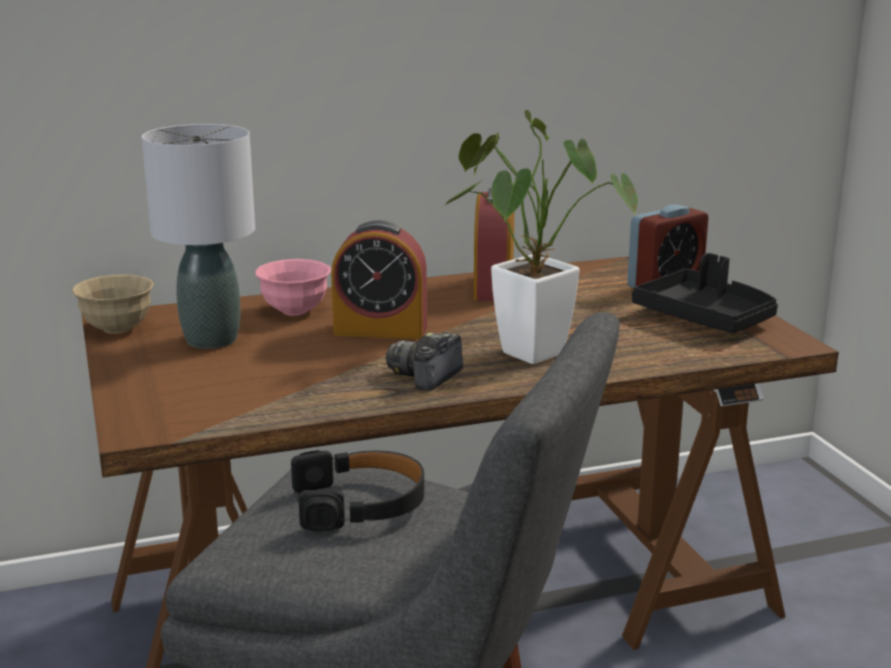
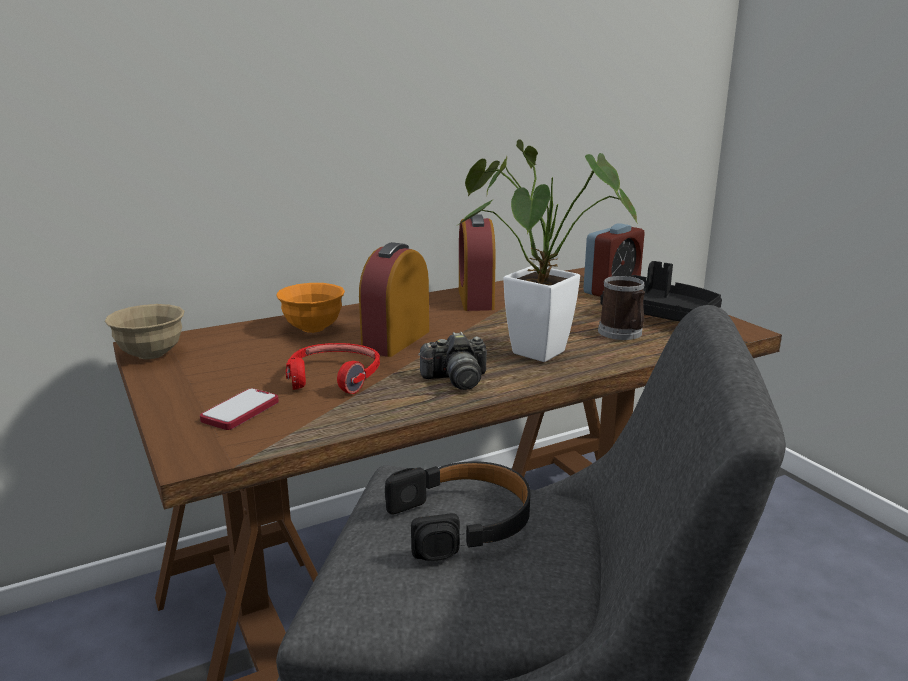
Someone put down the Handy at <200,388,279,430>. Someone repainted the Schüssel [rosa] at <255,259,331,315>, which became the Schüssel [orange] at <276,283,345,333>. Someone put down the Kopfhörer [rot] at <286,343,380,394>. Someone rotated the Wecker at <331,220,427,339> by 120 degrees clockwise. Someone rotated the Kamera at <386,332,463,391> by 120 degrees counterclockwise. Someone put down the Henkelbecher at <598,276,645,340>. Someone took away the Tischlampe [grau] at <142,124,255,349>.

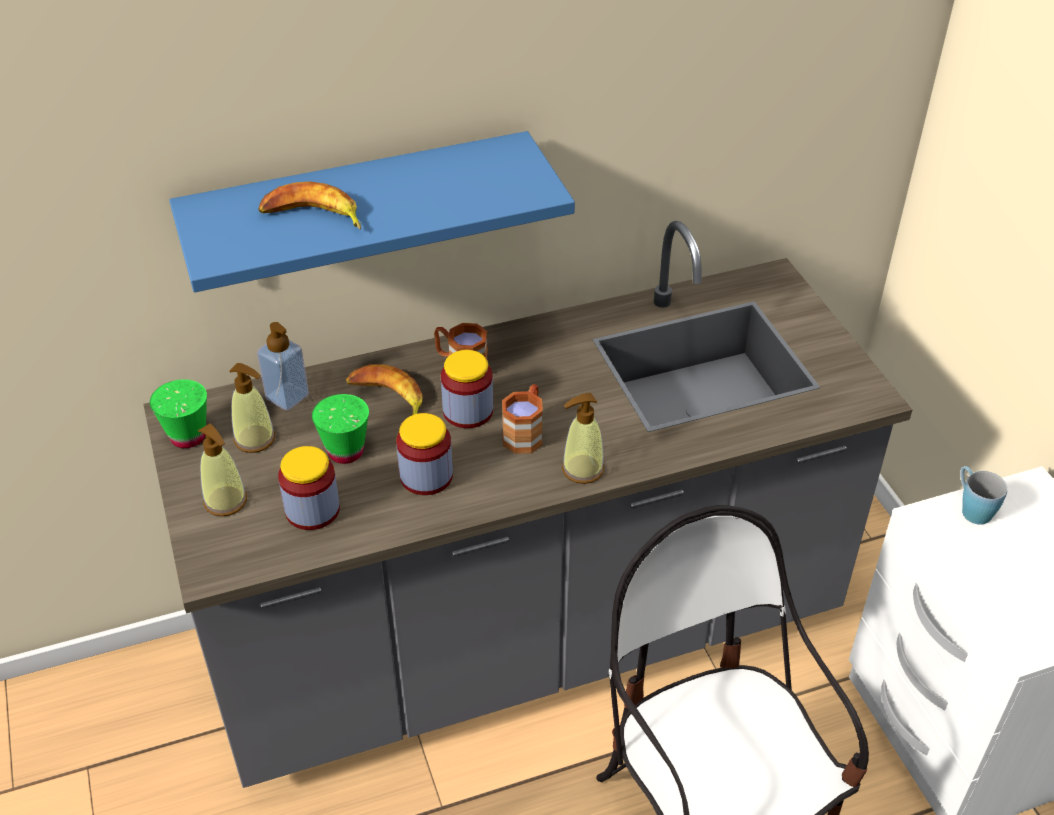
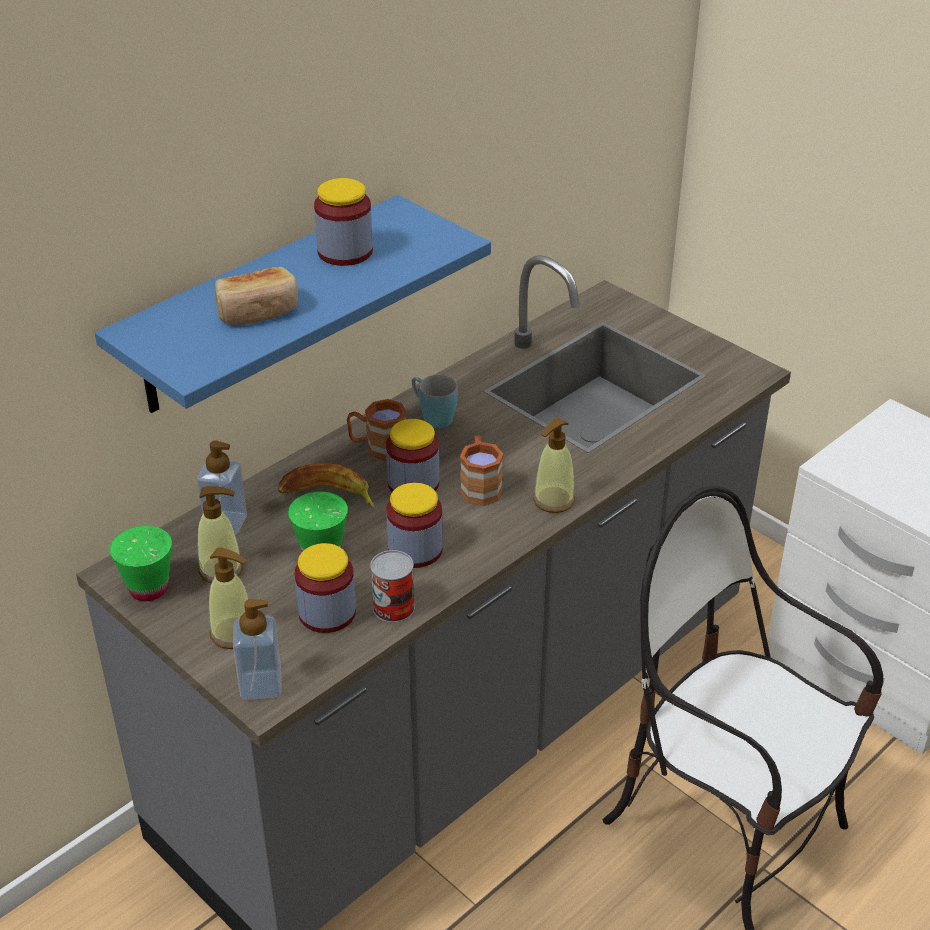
Someone swapped the Banane at <258,182,361,229> for the Brot at <215,267,298,325>. Someone put down the Seifenspender at <233,599,281,700>. Someone put down the Vorratsglas at <314,178,373,266>. Someone put down the Dose at <370,550,415,623>. Someone carried the Henkelbecher [blau] from <960,466,1008,525> to <412,375,458,428>.

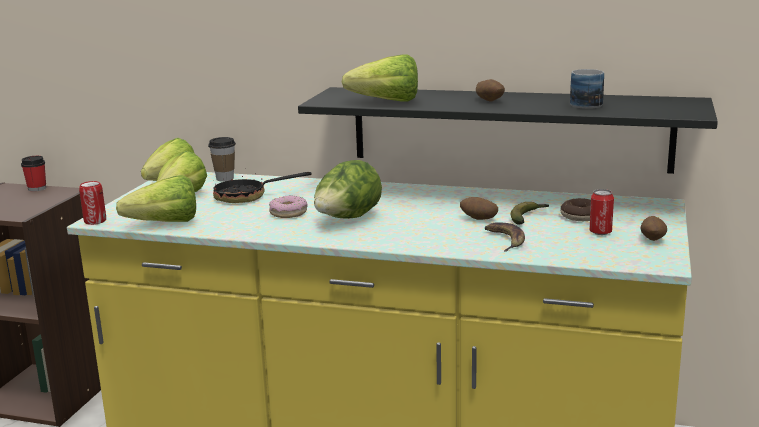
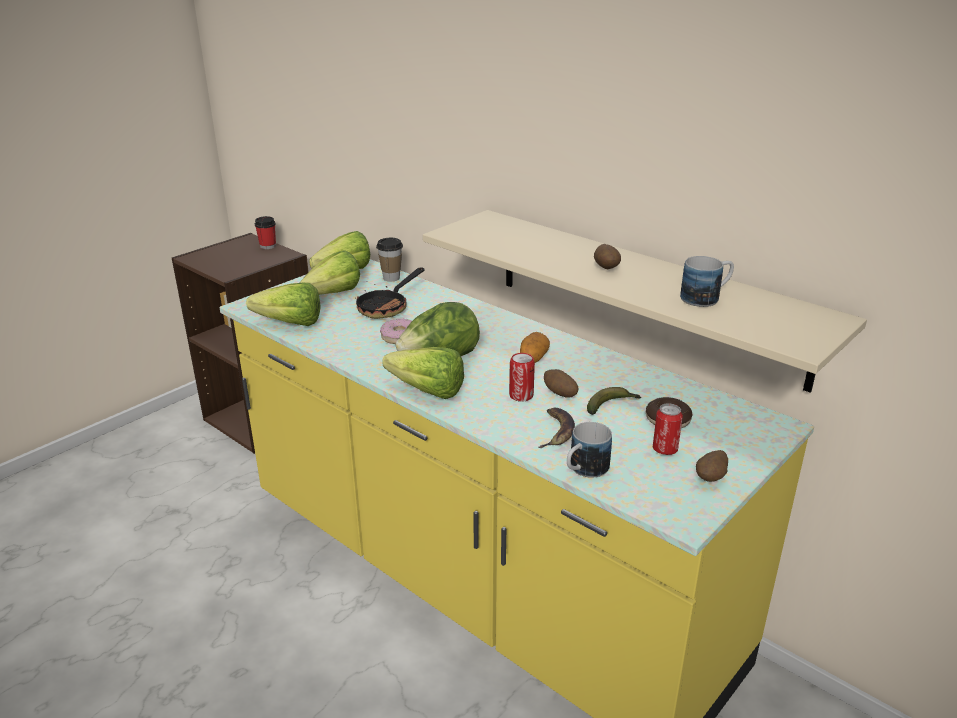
Someone rotated the Pfanne at <213,172,312,203> by 75 degrees counterclockwise. Someone carried the Salatkopf from <342,55,418,102> to <382,347,464,399>. Someone repainted the Wandregal [schwarz] at <298,87,718,174>, which became the Wandregal [beige] at <423,210,867,393>. Someone carried the Dose from <79,181,106,225> to <509,353,535,402>. Someone put down the Kartoffel at <520,332,550,363>. Someone put down the Henkelbecher at <567,422,612,478>.

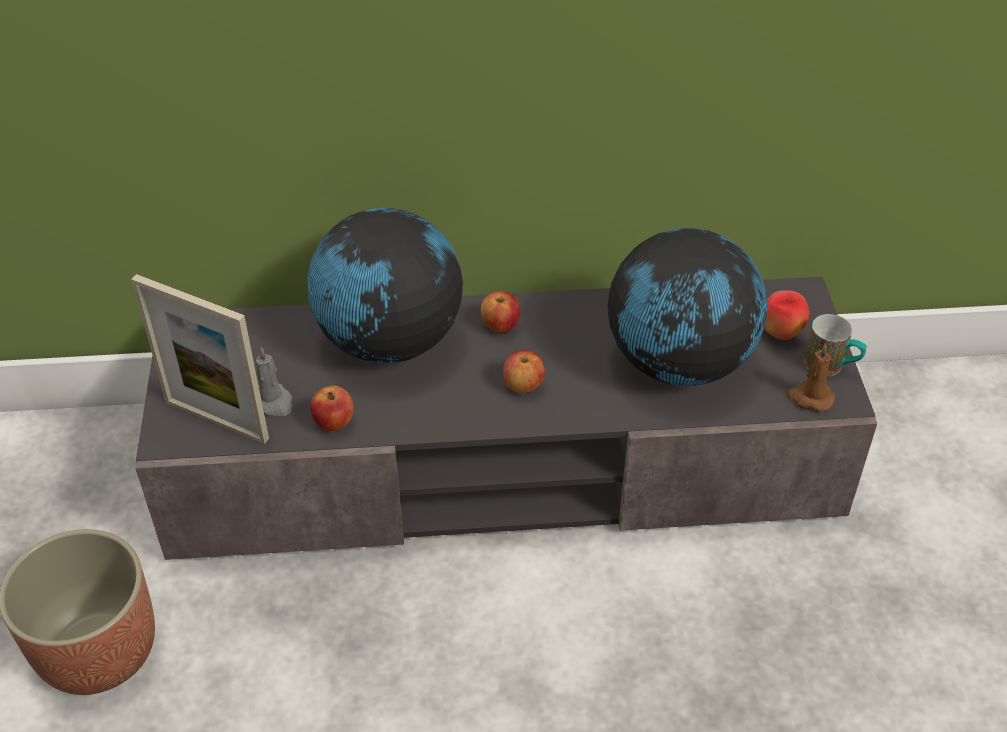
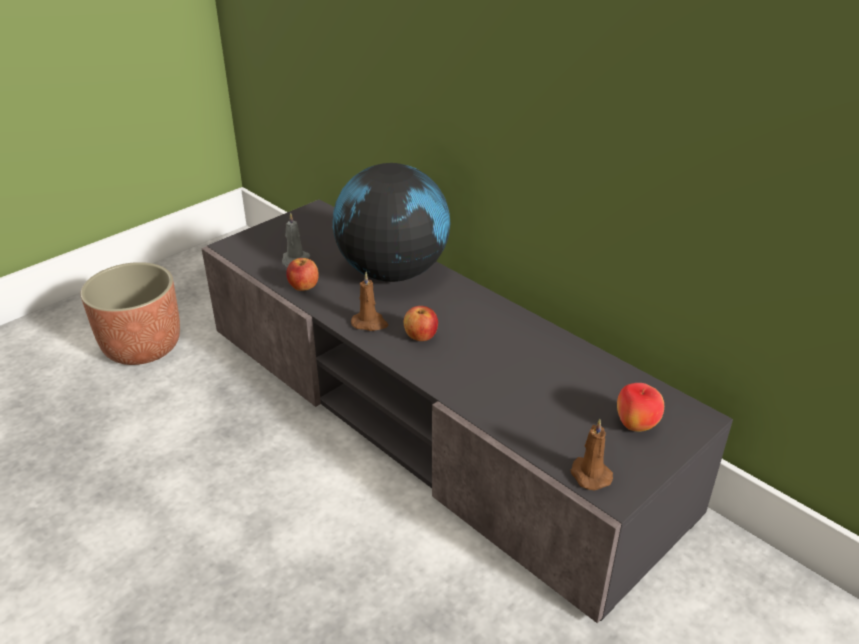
Someone put down the Kerze [braun] at <351,272,388,331>. Someone took away the Bilderrahmen at <131,274,269,444>. Someone took away the Apfel at <481,291,521,333>. Someone took away the Globus at <608,228,767,386>. Someone took away the Henkelbecher at <804,314,867,377>.

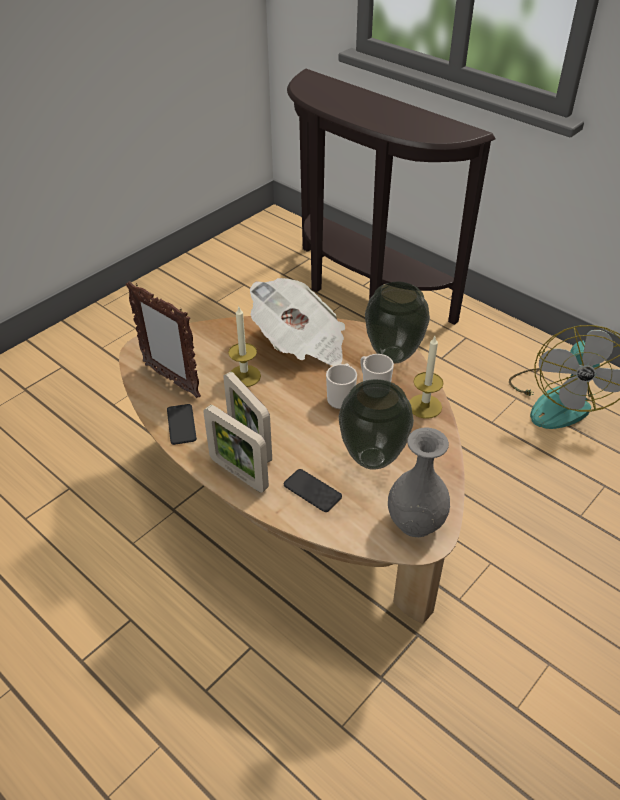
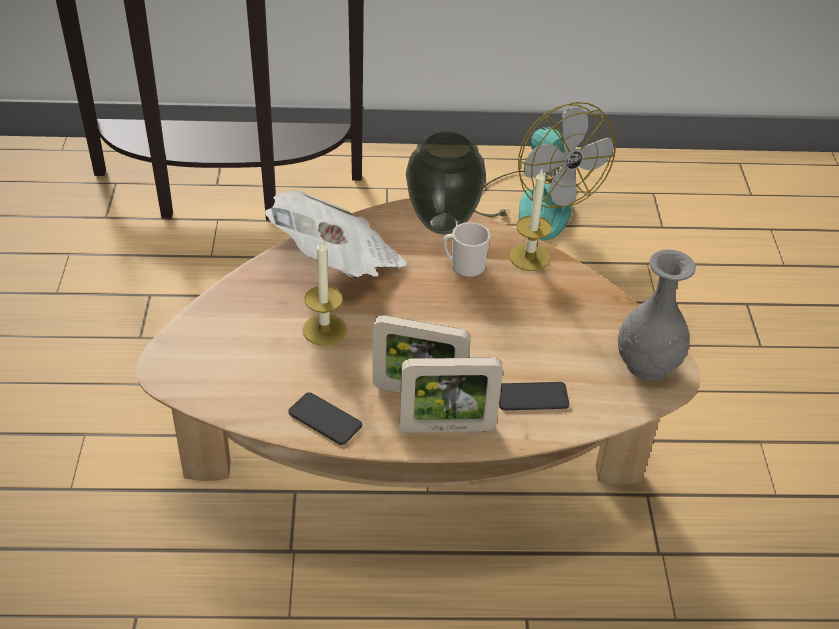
Someone took away the Bilderrahmen at <126,281,201,398>. Someone took away the Henkelbecher at <326,364,357,409>. Someone took away the Vase at <339,379,414,470>.

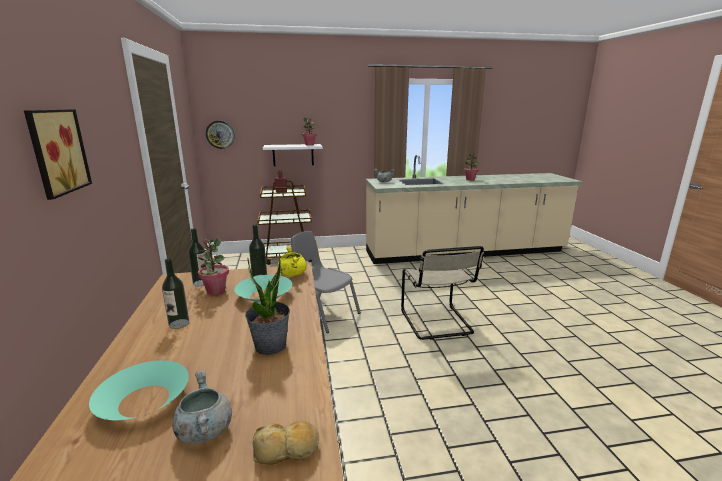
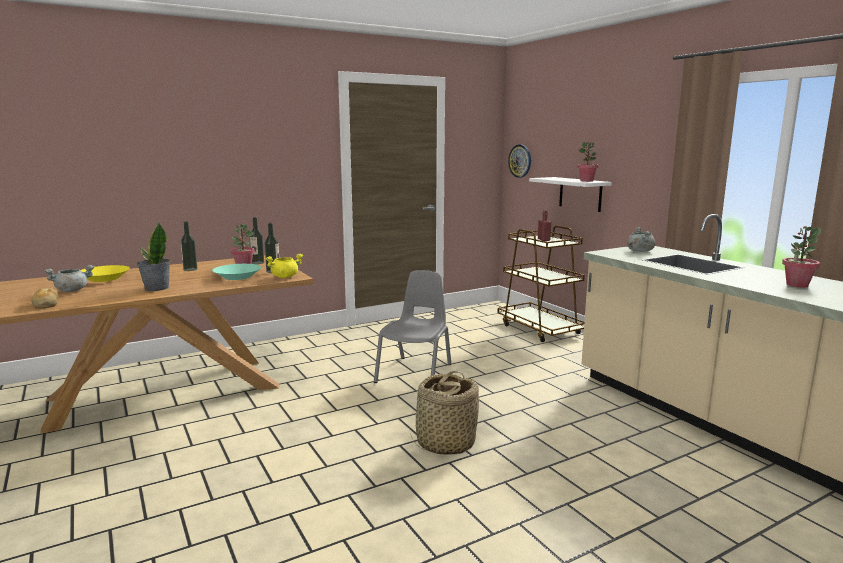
Someone repainted the Schüssel [türkis] at <89,360,189,420>, which became the Schüssel [gelb] at <81,265,130,282>. Someone swapped the Stuhl [beige] at <401,246,484,340> for the Korb at <410,371,479,454>. Someone took away the Bild at <24,109,92,200>.

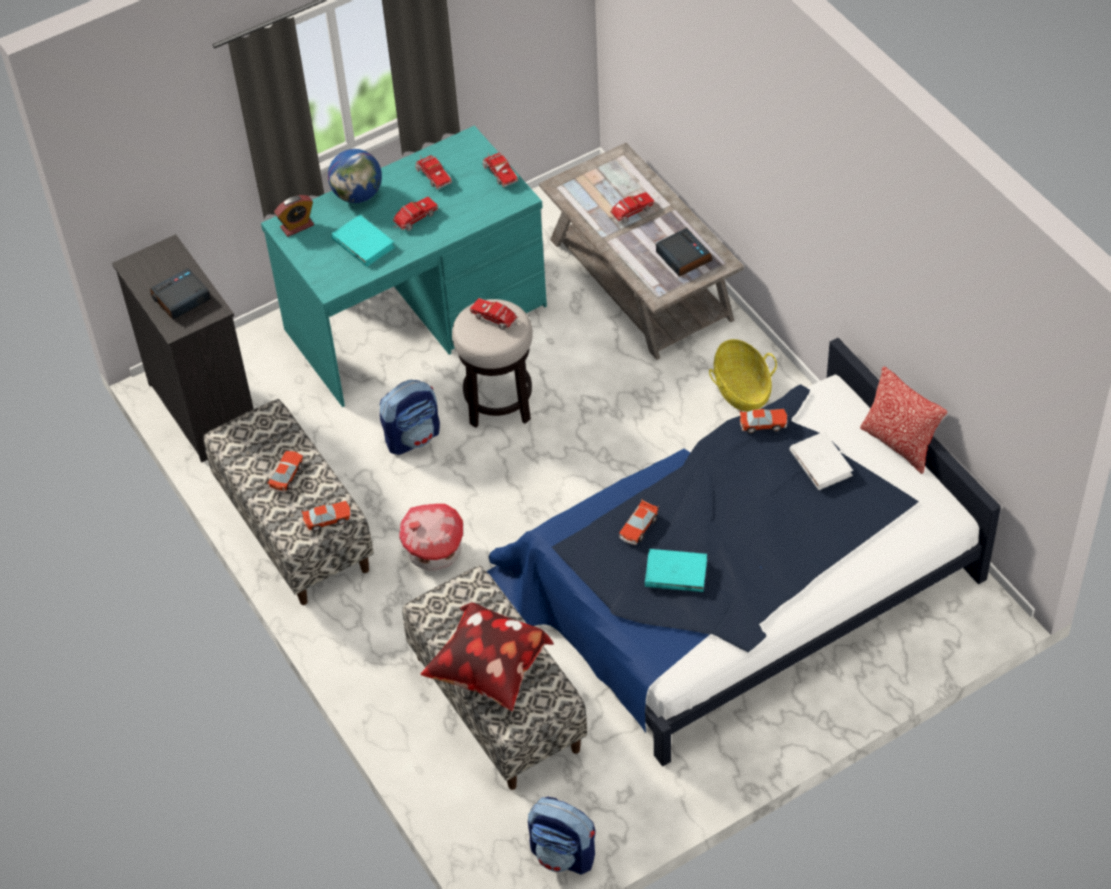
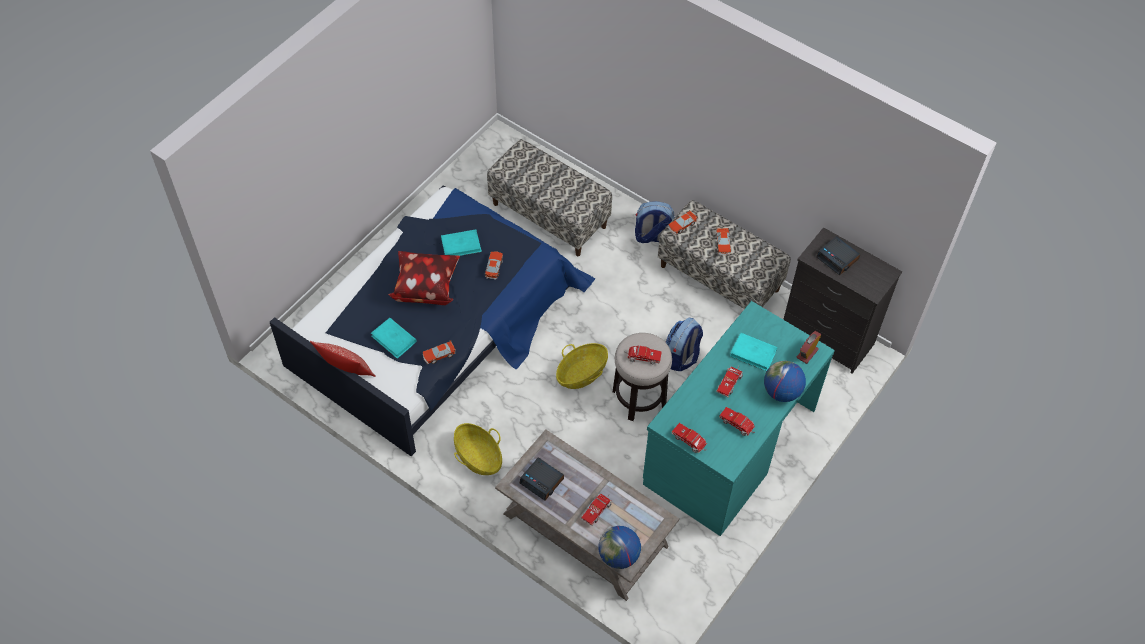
Someone repainted the Buch [weiß] at <790,432,853,490>, which became the Buch [türkis] at <371,318,416,359>. Someone carried the Kissen from <421,602,554,711> to <388,251,460,305>. Someone put down the Korb at <556,343,608,389>. Someone put down the Globus at <599,526,641,569>. Someone carried the Rucksack from <528,797,596,874> to <635,201,675,243>. Someone rotated the Wecker at <150,268,211,320> by 105 degrees clockwise. Someone took away the Spielzeughaus at <399,504,463,571>.

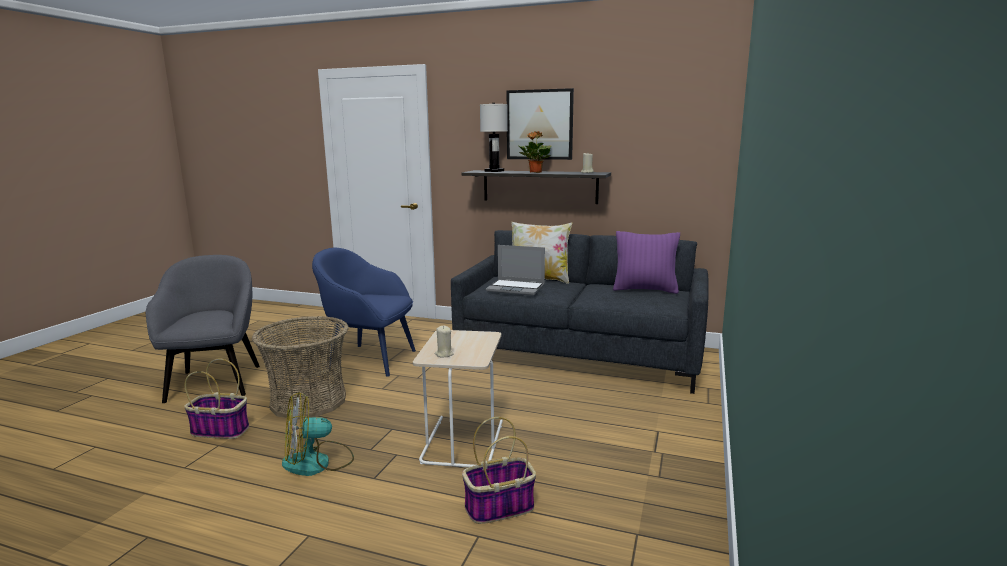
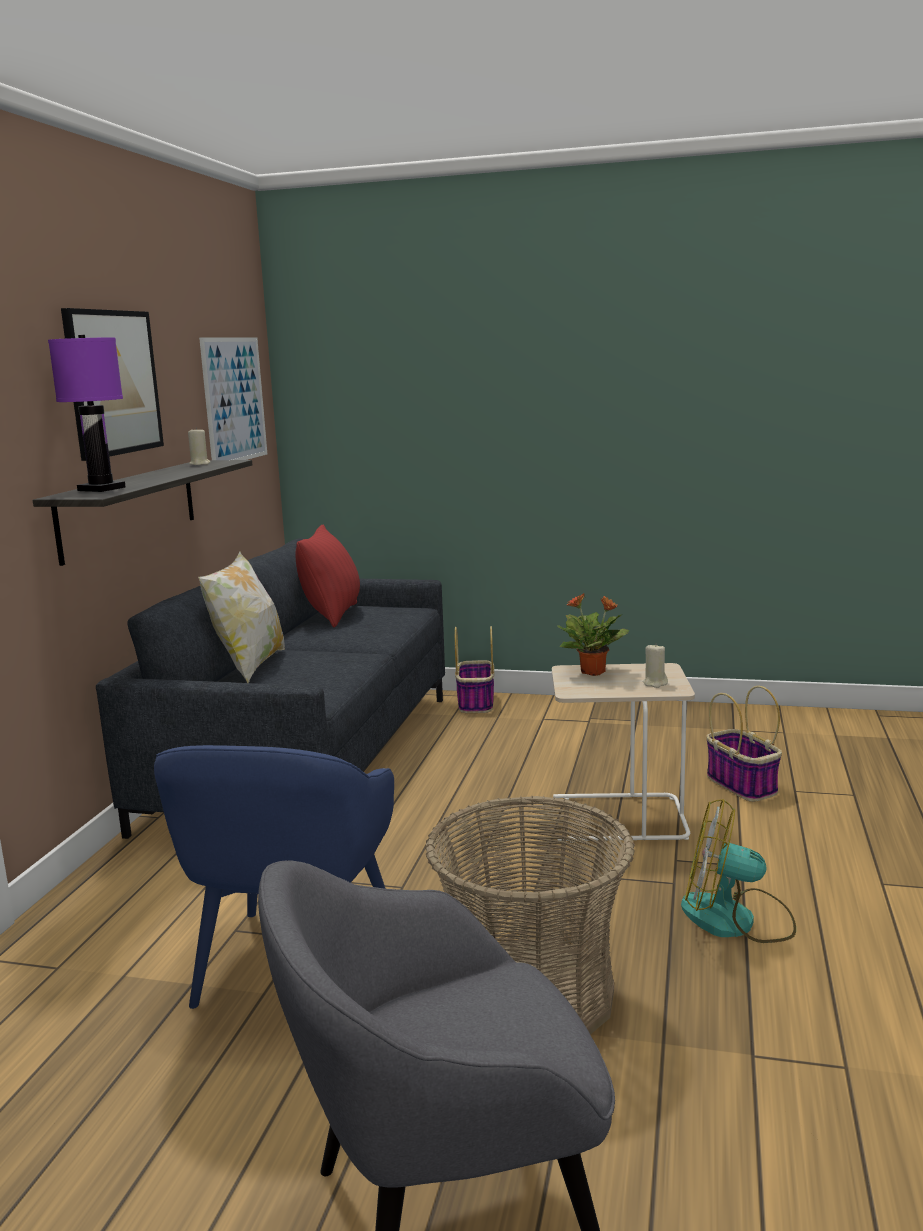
Someone repainted the Tischlampe [weiß] at <480,103,508,172>, which became the Tischlampe [lila] at <48,335,126,492>. Someone put up the Bild at <199,338,267,460>. Someone repainted the Kissen [lila] at <613,231,680,294>, which became the Kissen [rot] at <295,525,360,628>. Someone carried the Korb from <184,359,249,439> to <455,626,494,713>. Someone carried the Topfpflanze from <519,131,551,173> to <557,593,629,676>. Someone rotated the Ventilator at <282,392,354,476> by 135 degrees clockwise. Someone took away the Laptop at <486,245,545,296>.

